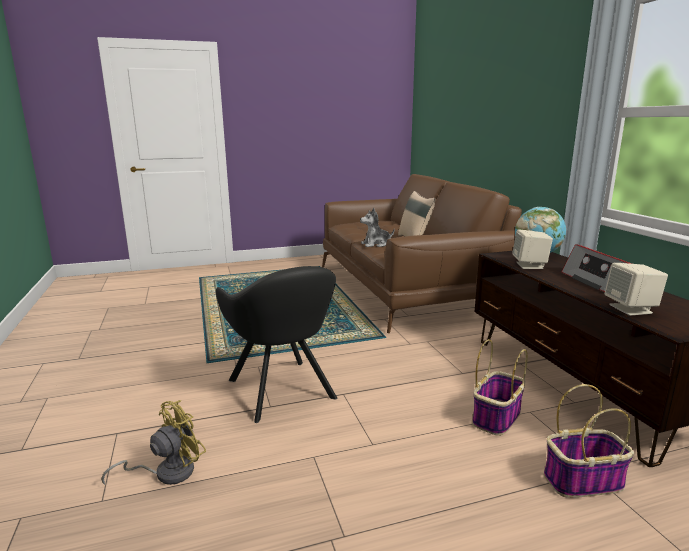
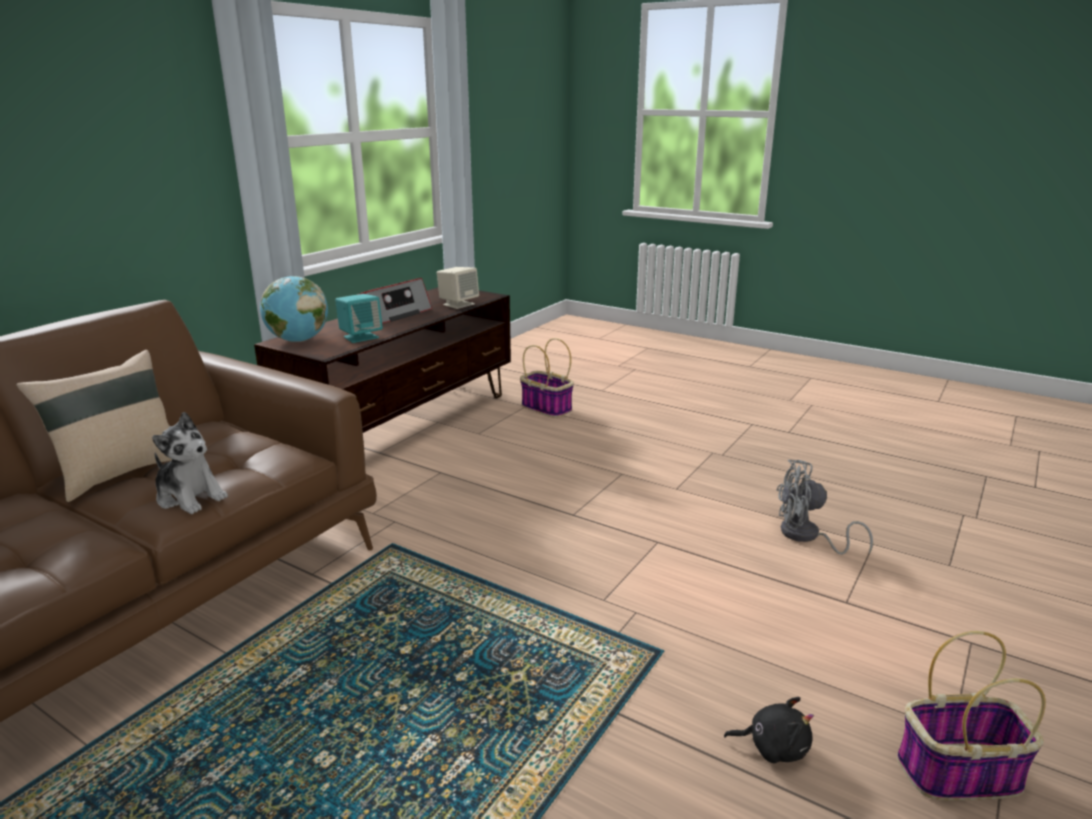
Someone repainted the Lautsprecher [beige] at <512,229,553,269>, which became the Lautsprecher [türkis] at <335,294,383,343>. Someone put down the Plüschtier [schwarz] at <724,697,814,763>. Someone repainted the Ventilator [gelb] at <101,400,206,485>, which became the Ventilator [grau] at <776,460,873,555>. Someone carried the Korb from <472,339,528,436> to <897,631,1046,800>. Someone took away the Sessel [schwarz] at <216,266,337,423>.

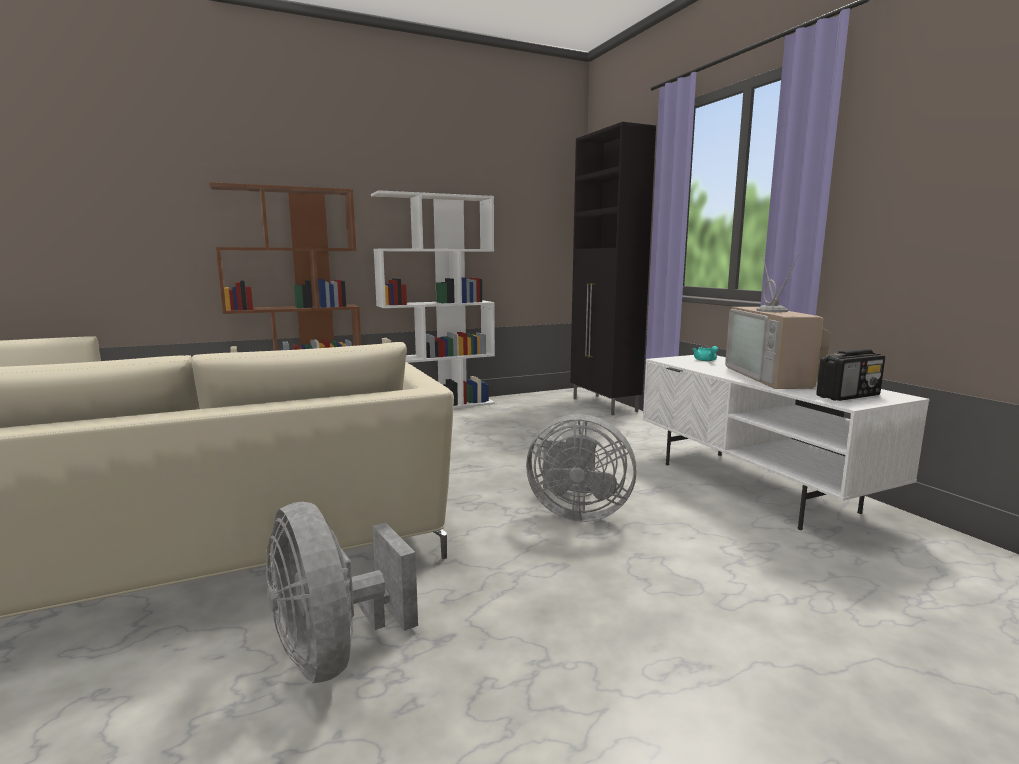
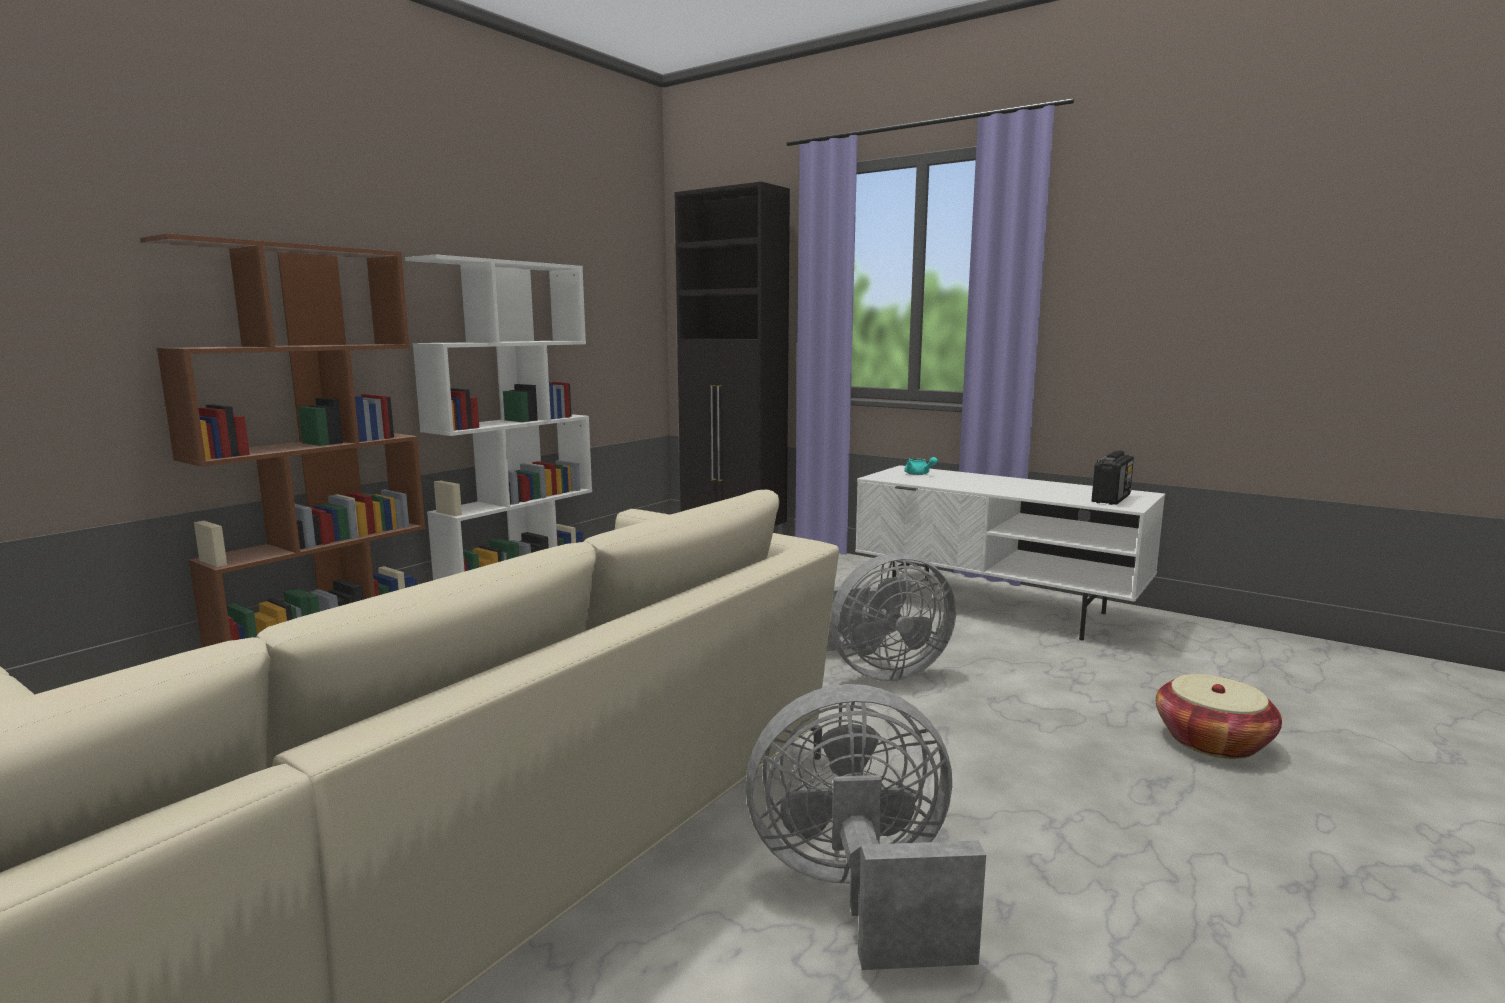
Someone rotated the Ventilator [grau] at <266,502,418,683> by 150 degrees clockwise. Someone put down the Korb at <1156,674,1282,759>. Someone took away the Fernseher at <725,254,830,389>.

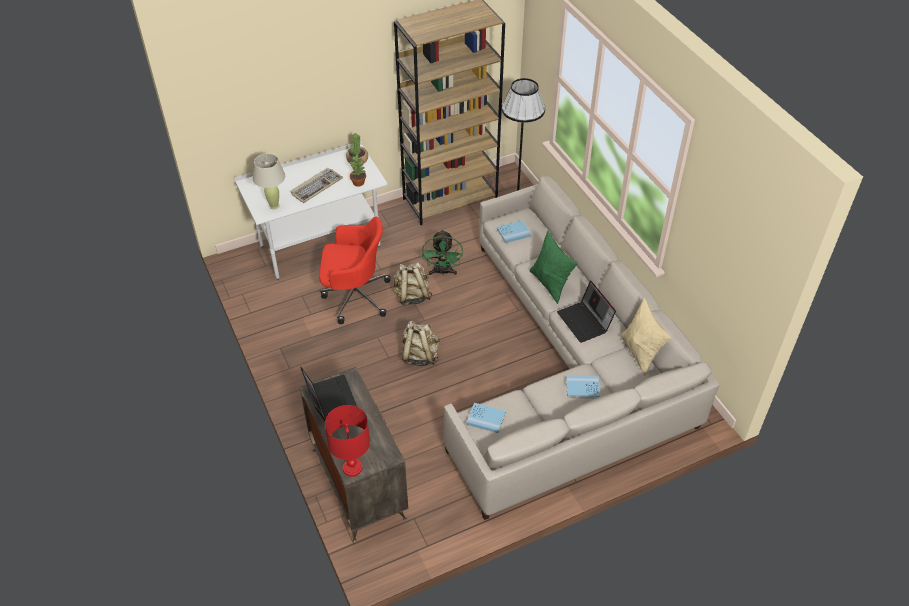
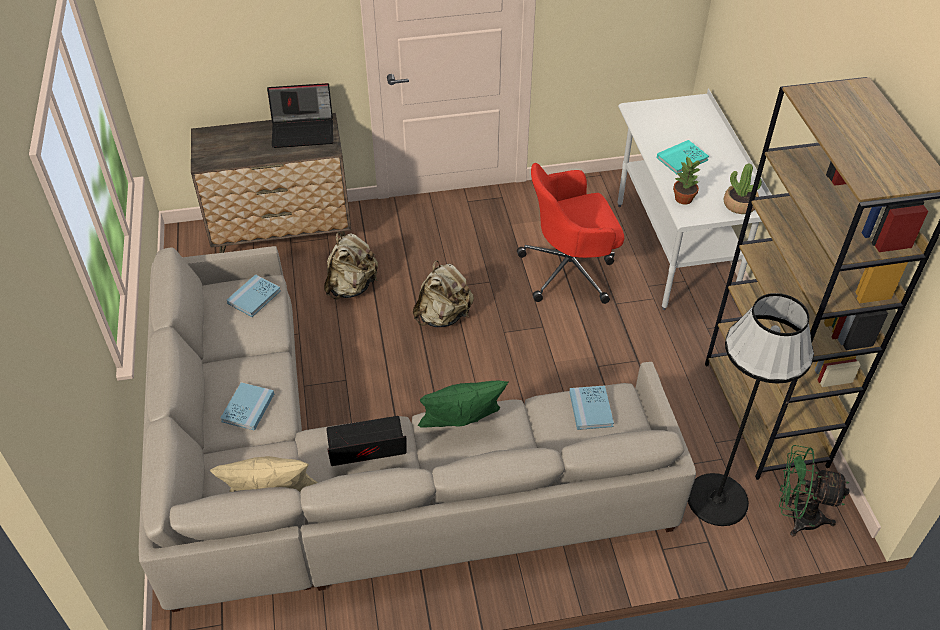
Someone carried the Rucksack [beige] from <393,262,432,306> to <324,233,378,299>. Someone rotated the Bürostuhl [rot] at <319,217,391,324> by 60 degrees clockwise. Someone swapped the Tastatur at <290,168,343,203> for the Buch [türkis] at <657,140,709,174>. Someone carried the Ventilator [grün] from <422,229,463,276> to <779,445,849,536>. Someone took away the Tischlampe [beige] at <253,153,285,209>. Someone took away the Tischlampe [rot] at <325,405,370,477>.

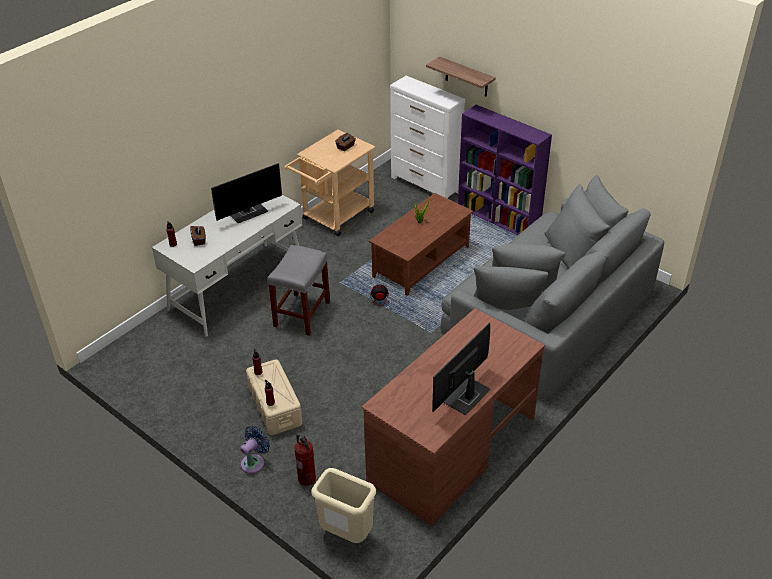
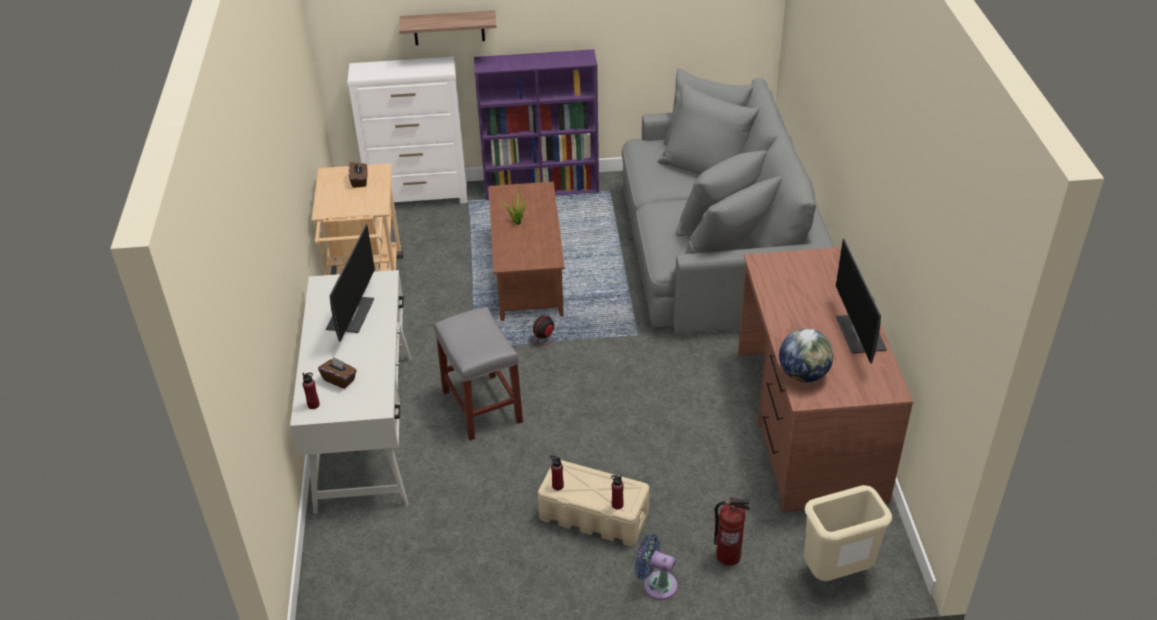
Someone rotated the Ventilator [blau] at <240,426,270,474> by 60 degrees counterclockwise. Someone put down the Globus at <779,328,834,382>.

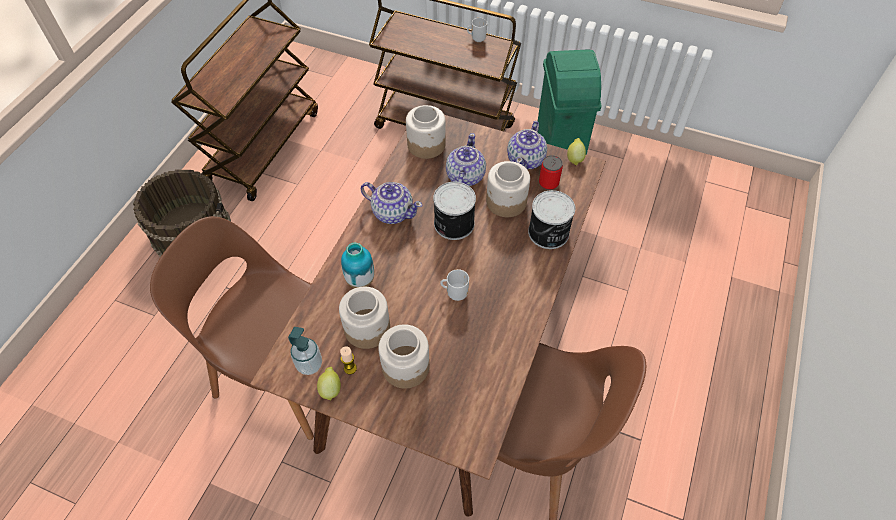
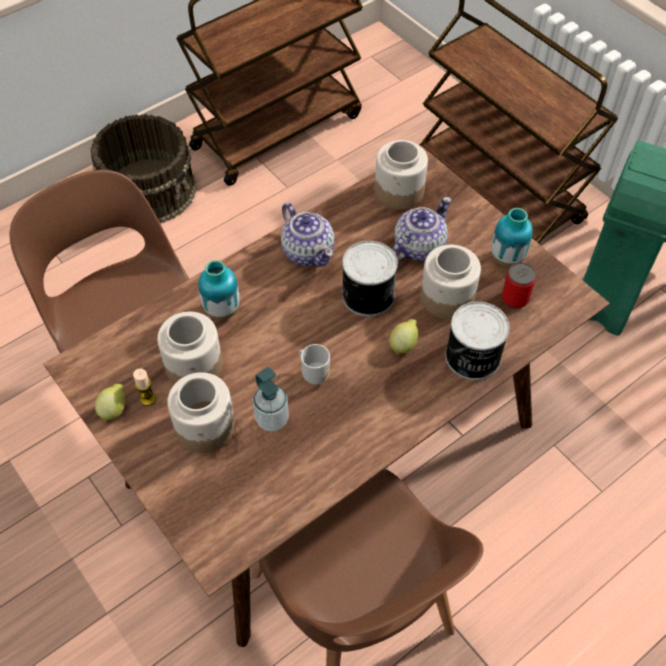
Someone carried the Seifenspender from <288,327,322,375> to <253,367,289,432>. Someone carried the Zitrone from <567,138,586,165> to <389,319,418,355>. Someone swapped the Teekanne at <507,121,547,170> for the Vase at <491,208,533,267>. Someone took away the Henkelbecher at <467,18,487,42>.

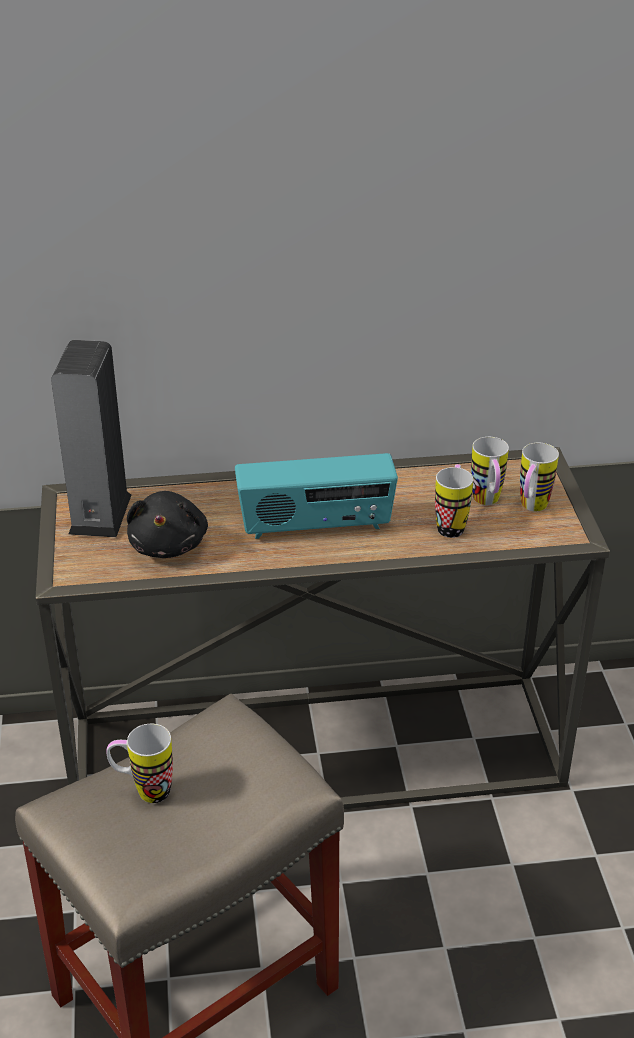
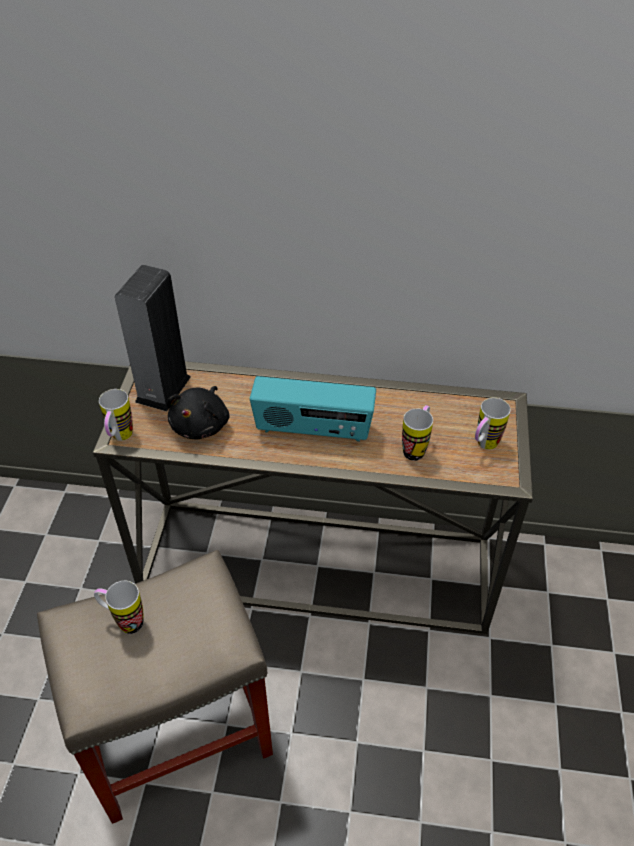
Someone carried the Henkelbecher from <471,437,509,505> to <99,389,133,441>.

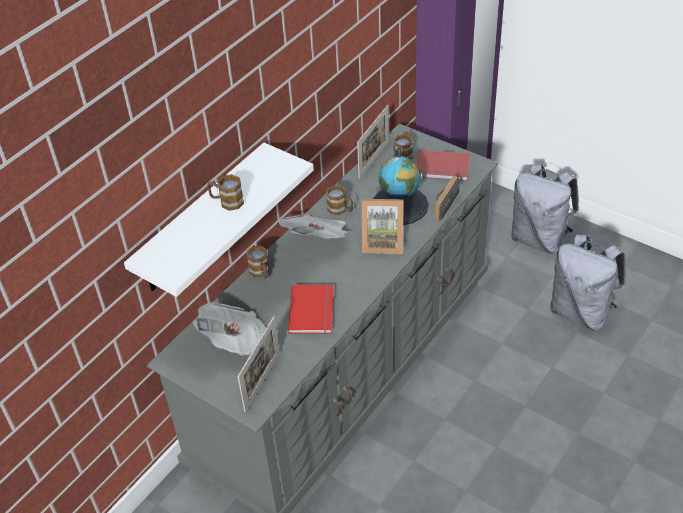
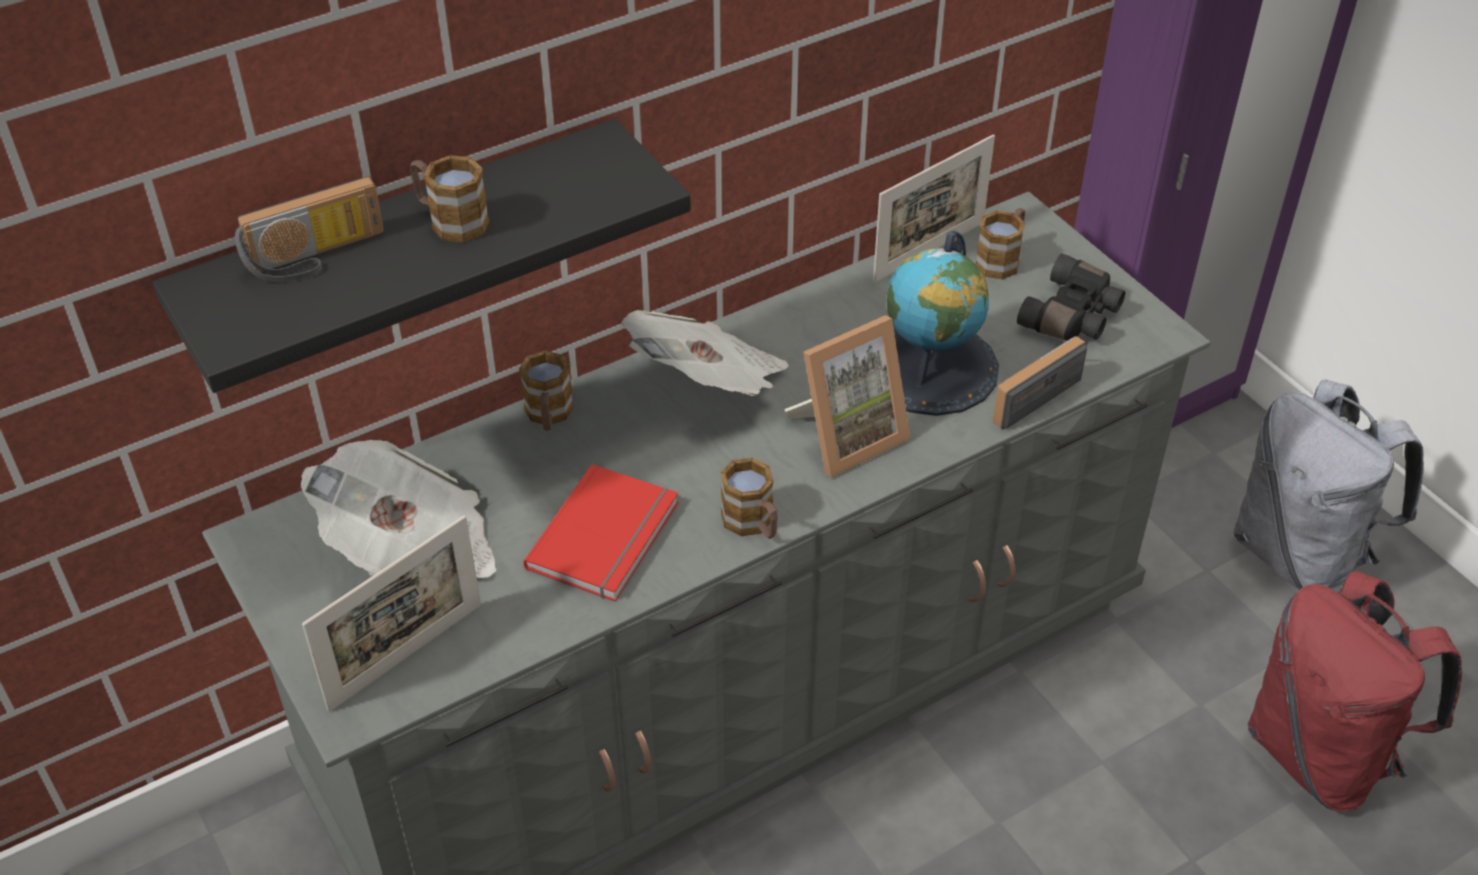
Someone repainted the Wandregal [weiß] at <124,143,314,297>, which became the Wandregal [schwarz] at <153,119,691,393>. Someone put down the Radio at <235,176,384,281>. Someone carried the Henkelbecher from <326,185,353,215> to <720,458,778,539>. Someone rotated the Bilderrahmen at <362,199,403,254> by 60 degrees counterclockwise. Someone swapped the Buch [rot] at <417,150,470,181> for the Fernglas [schwarz] at <1017,254,1125,341>. Someone repainted the Rucksack [grau] at <550,234,626,330>, which became the Rucksack [rot] at <1248,571,1462,812>.

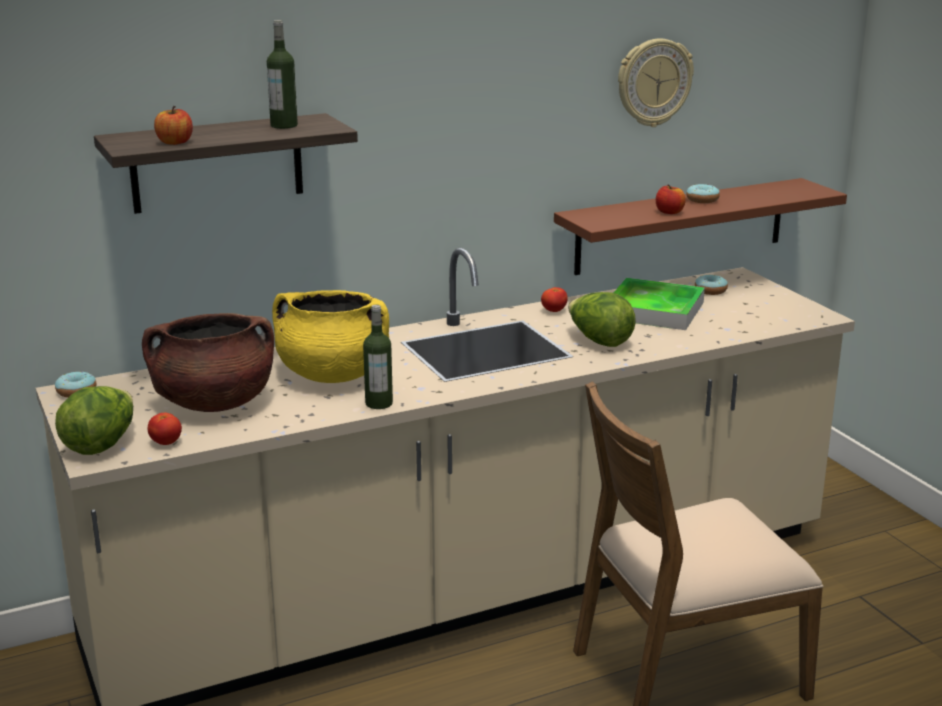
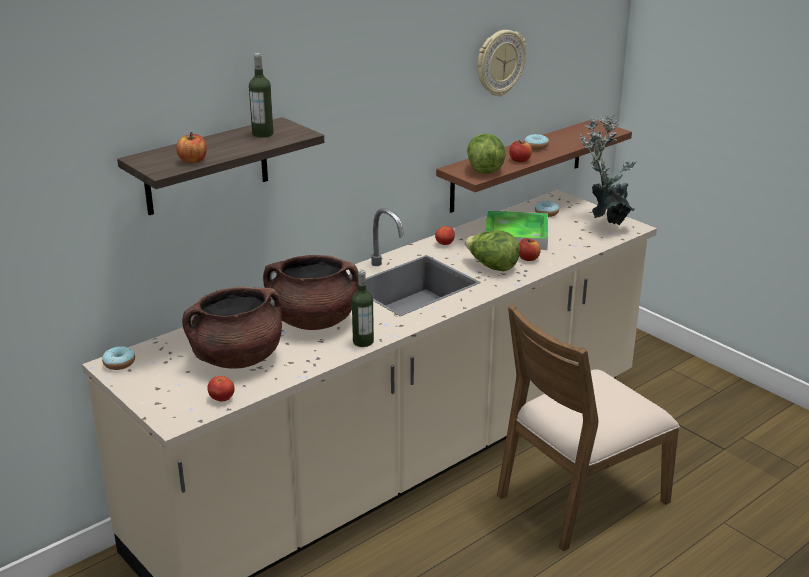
Someone repainted the Kochtopf [gelb] at <272,290,389,383>, which became the Kochtopf [braun] at <263,255,358,330>. Someone carried the Salatkopf from <55,386,133,455> to <467,133,506,174>. Someone put down the Apfel at <519,238,541,261>. Someone put down the Topfpflanze at <579,114,636,225>.

